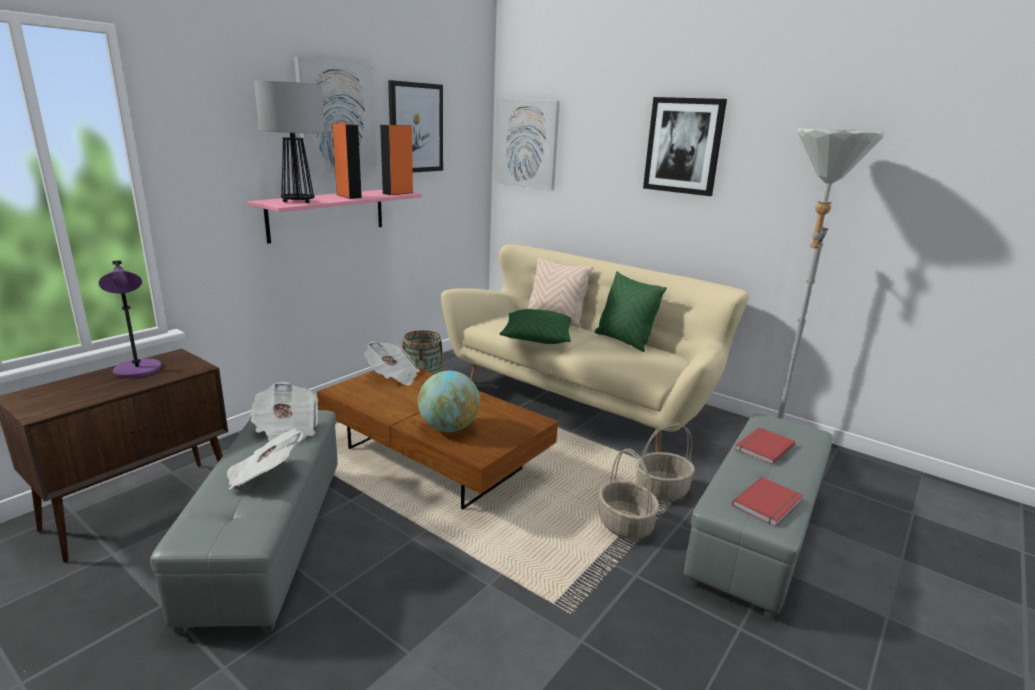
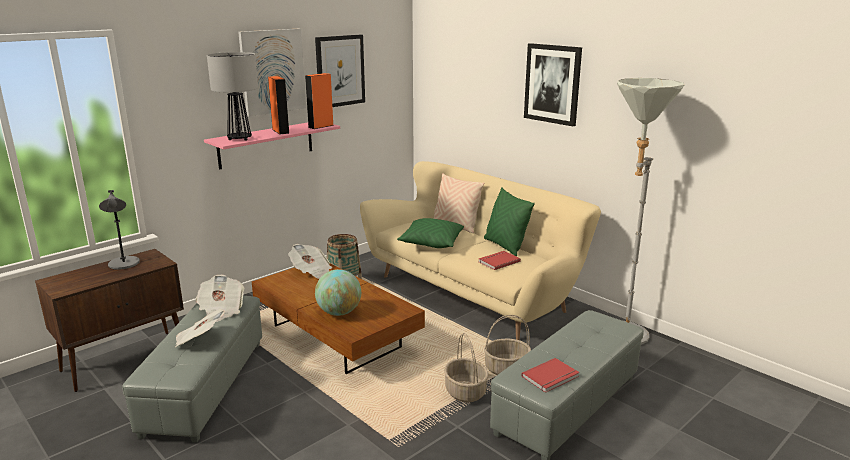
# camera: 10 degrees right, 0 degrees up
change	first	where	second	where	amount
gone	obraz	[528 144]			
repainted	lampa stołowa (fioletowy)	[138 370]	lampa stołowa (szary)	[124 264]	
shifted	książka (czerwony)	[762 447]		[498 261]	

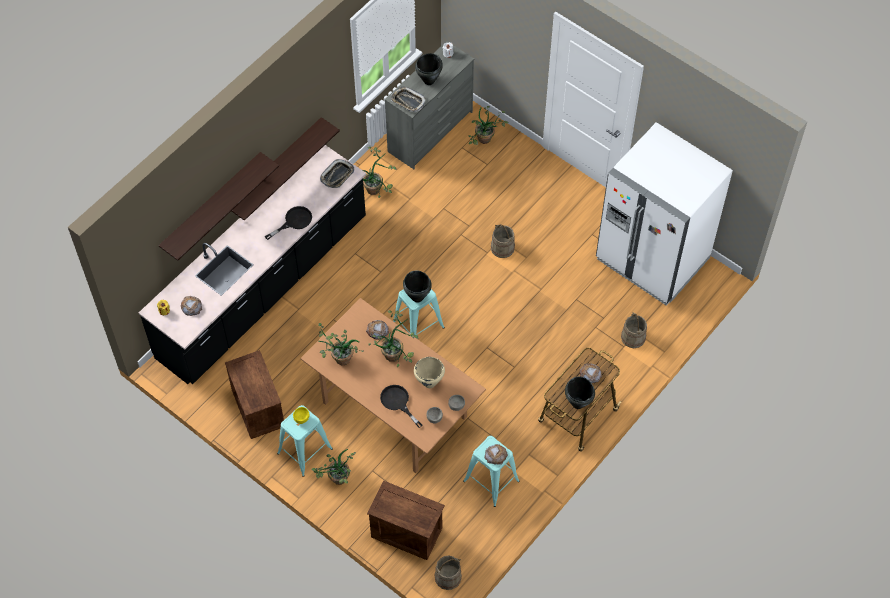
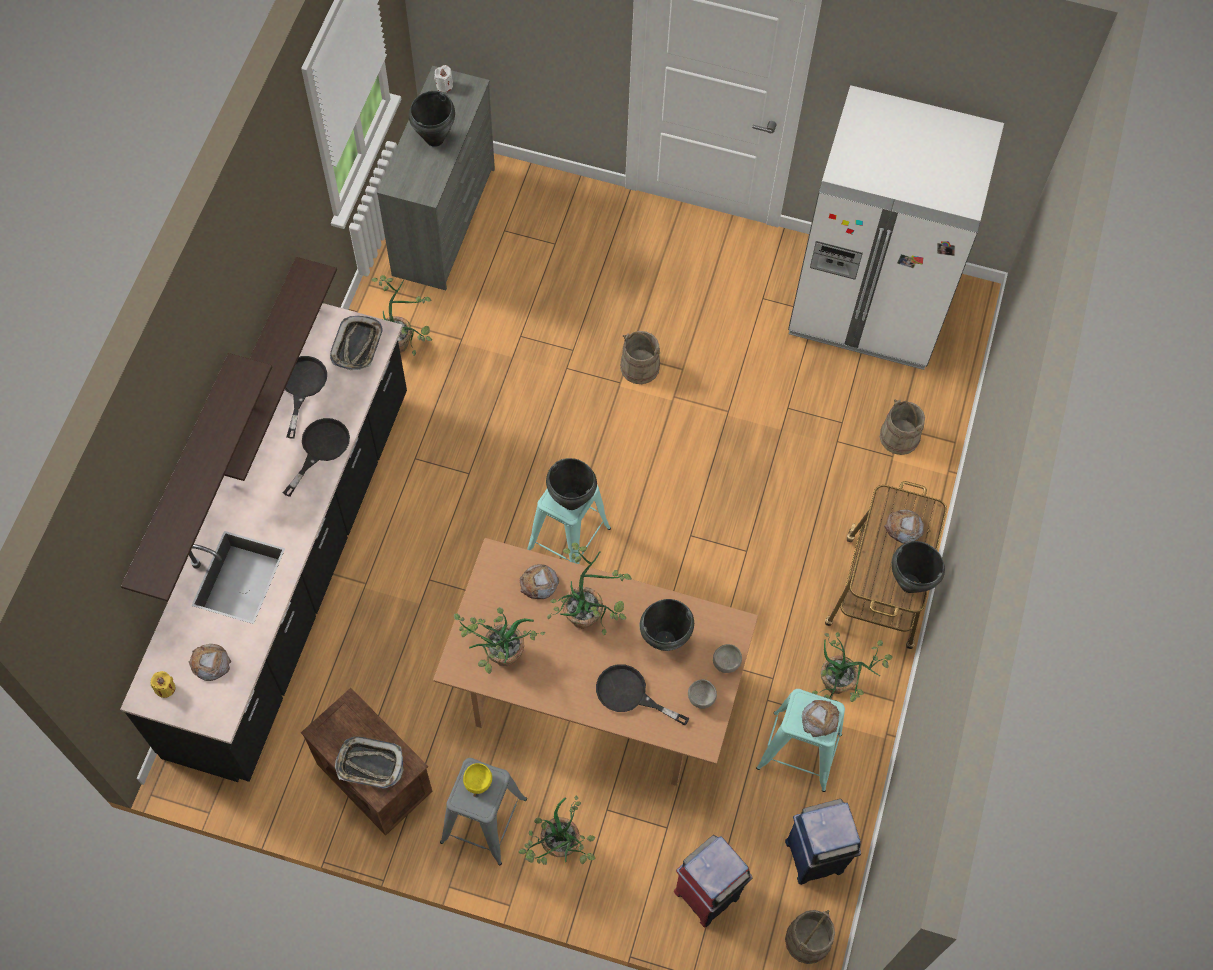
# camera: 25 degrees left, 5 degrees up
change	first	where	second	where	amount
shifted	taca	[408 101]		[370 764]	
shifted	roślina doniczkowa	[484 142]		[839 688]	
repainted	garnek (beżowy)	[429 383]	garnek (czarny)	[665 641]	
repainted	stołek (turkusowy)	[305 451]	stołek (szary)	[483 820]	
swapped	skrzynka	[406 533]	kosz na śmieci (czerwony)	[708 893]	
new			patelnia (czarny)	[302 387]	
new			kosz na śmieci (niebieski)	[815 856]	

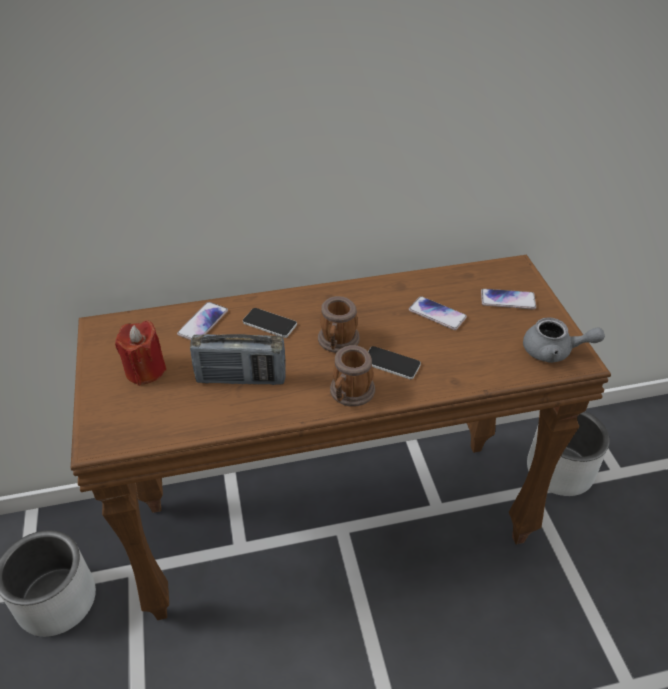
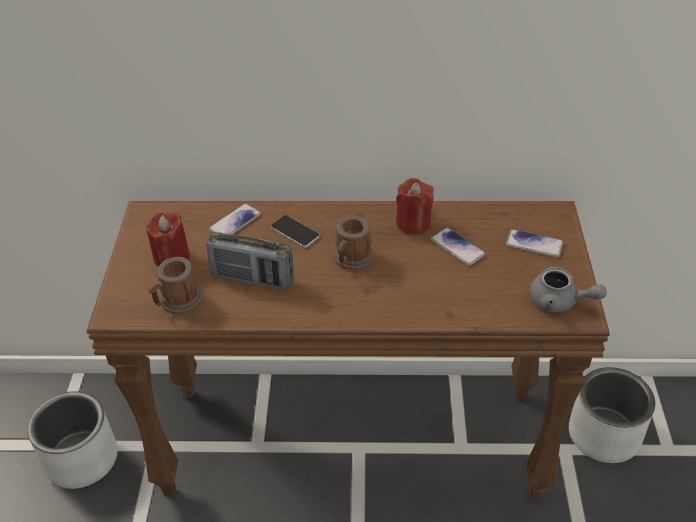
# camera: 15 degrees right, 0 degrees up
change	first	where	second	where	amount
shifted	kubek	[350 394]		[177 302]	
gone	telefon	[391 363]			
new			świeca (czerwony)	[413 223]	

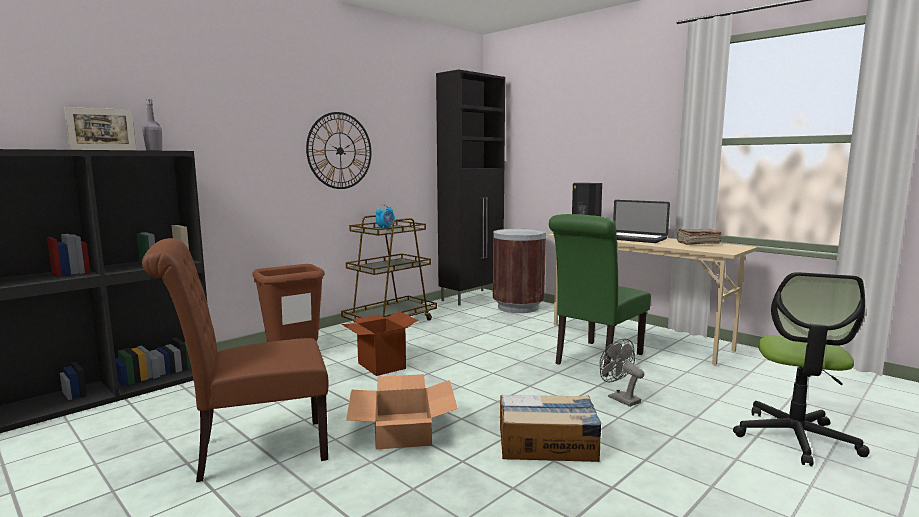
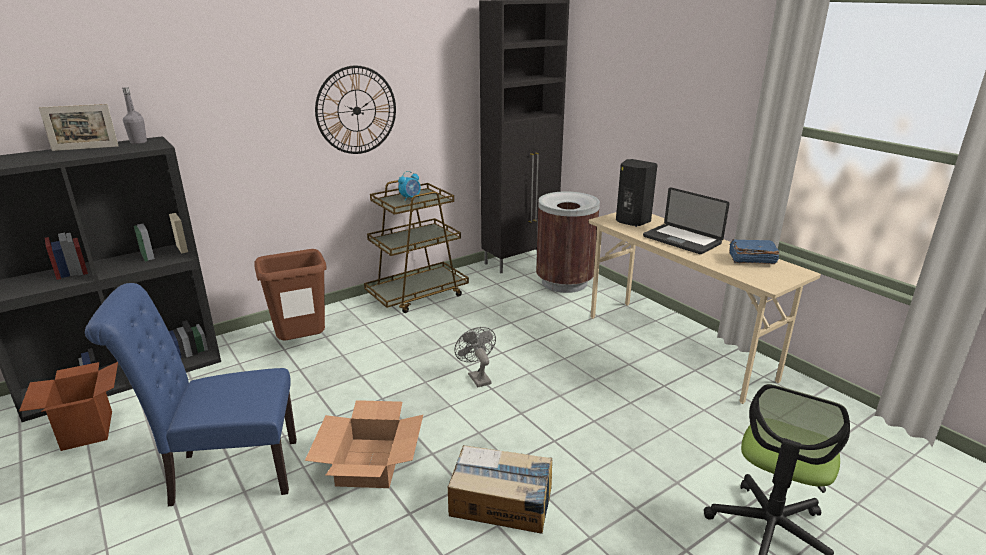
# camera: 10 degrees right, 15 degrees up
change	first	where	second	where	amount
gone	krzesło (zielony)	[595 360]			
repainted	książka (brązowy)	[697 243]	książka (niebieski)	[751 259]	
repainted	krzesło (brązowy)	[253 451]	krzesło (niebieski)	[226 473]	
shifted	karton	[381 365]		[87 430]	
shifted	wentylator (szary)	[619 398]		[477 377]	

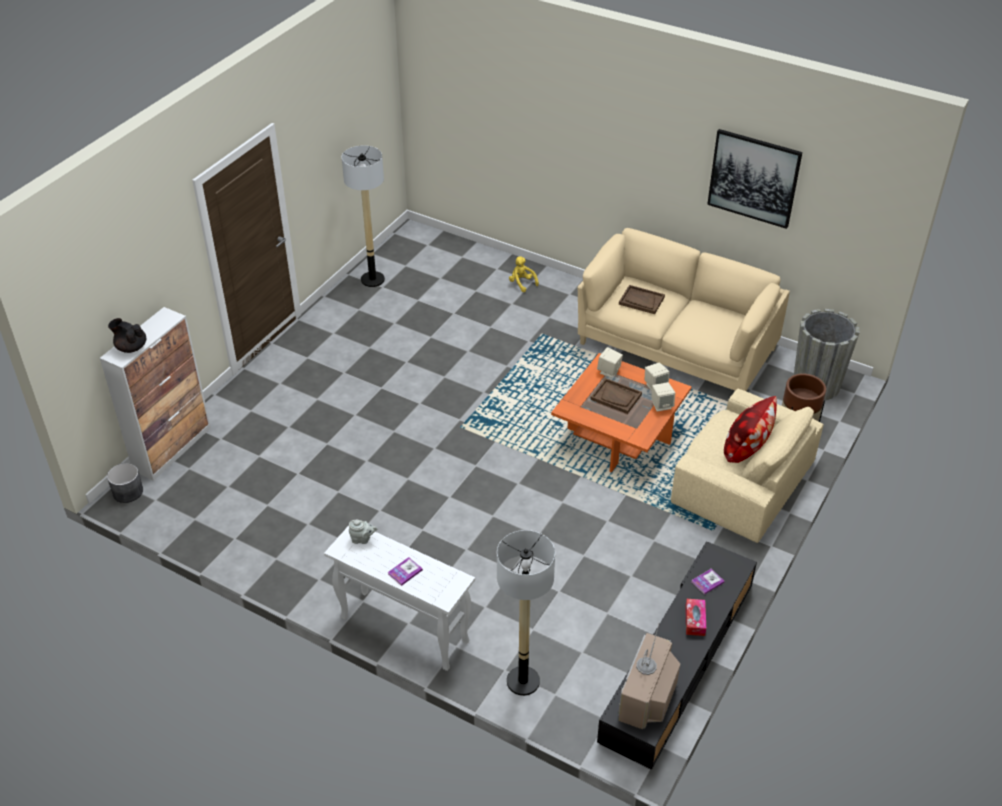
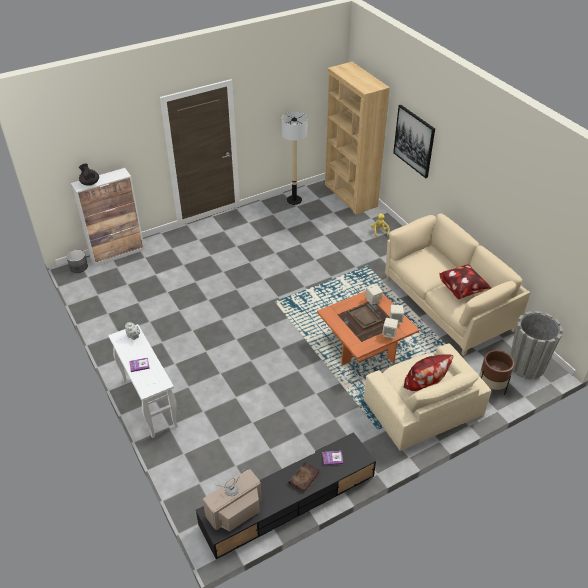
# camera: 30 degrees right, 0 degrees up
change	first	where	second	where	amount
shifted	obraz	[754 178]		[414 141]	
gone	taca (brązowy)	[641 300]			
gone	lampa stojąca	[523 681]			
swapped	pudełko chusteczek	[695 620]	książka	[304 479]	
new			regał (brązowy)	[350 195]	
new			poduszka	[462 289]	

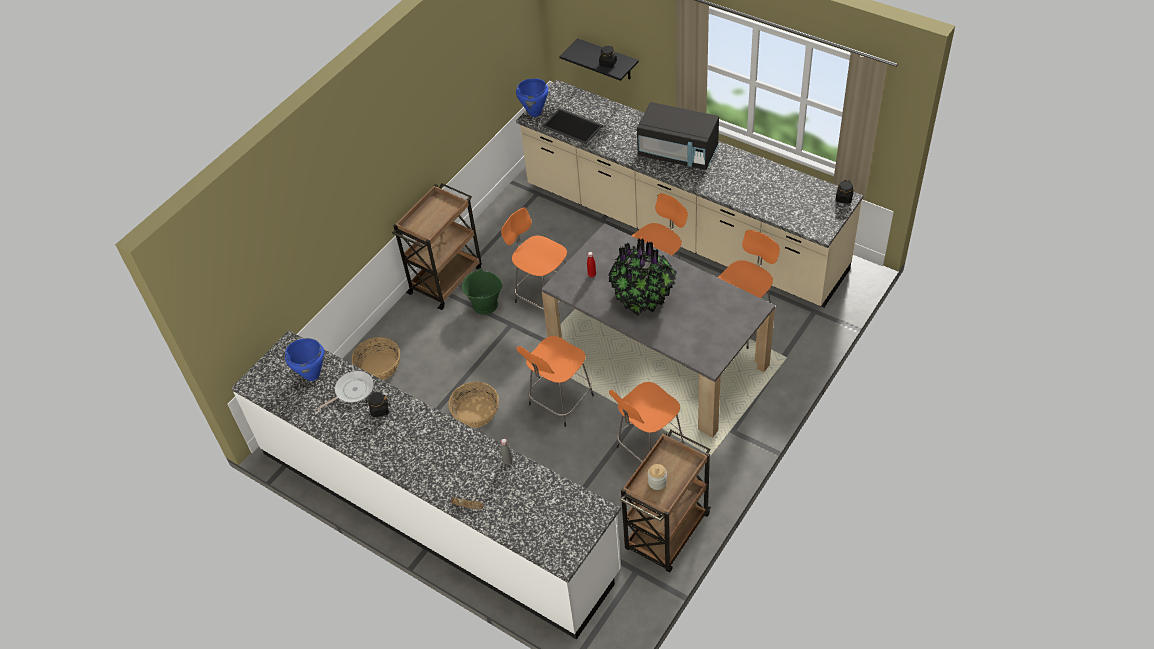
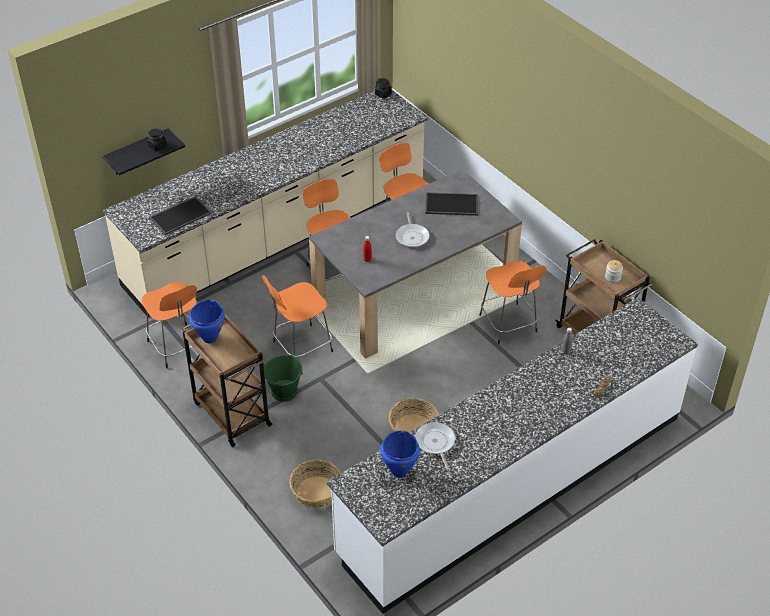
# camera: 75 degrees left, 5 degrees down
change	first	where	second	where	amount
shifted	garnek (niebieski)	[535 113]		[210 338]	
gone	mikrofalówka (czarny)	[678 153]			
swapped	roślina doniczkowa	[642 297]	patelnia	[412 236]	
shifted	stołek (pomarańczowy)	[559 402]		[177 347]	
gone	słoik (czarny)	[379 410]			
new			taca	[451 205]	

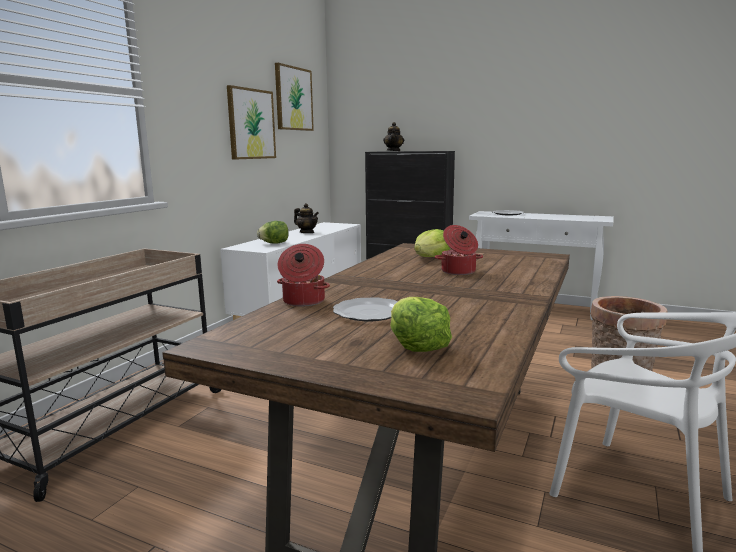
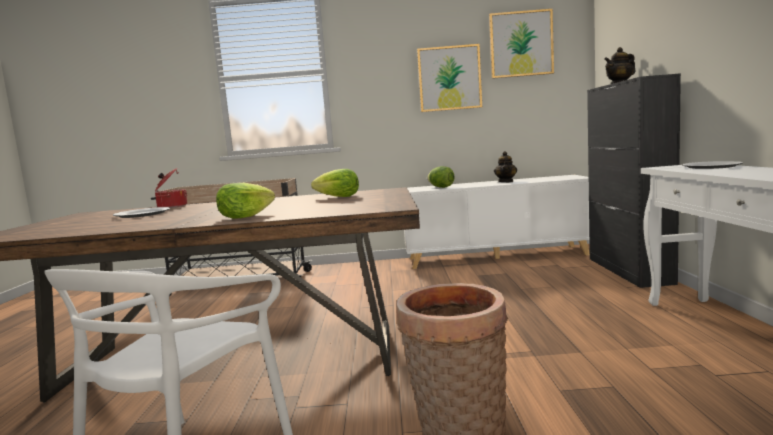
# camera: 65 degrees right, 5 degrees down
change	first	where	second	where	amount
gone	garnek	[458 272]			
shifted	sałata	[416 345]		[245 216]	

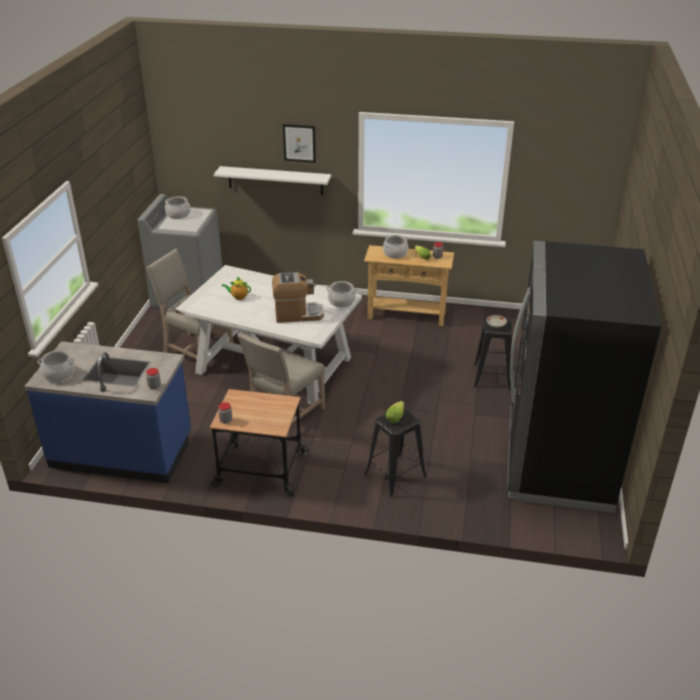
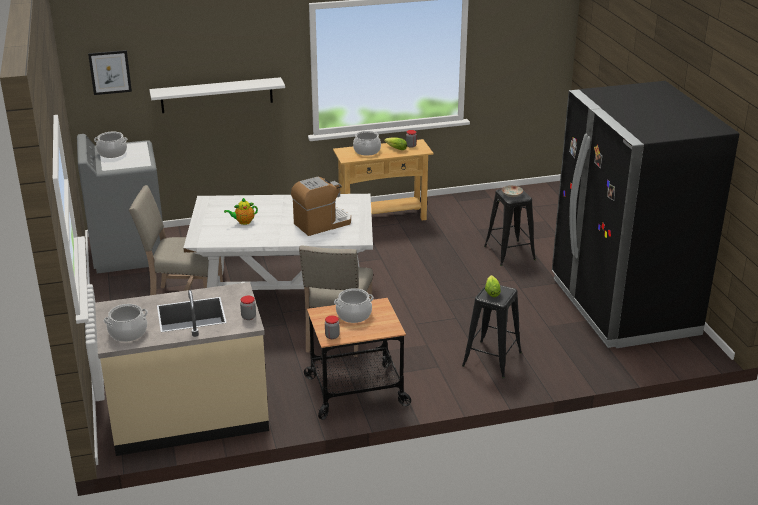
# camera: 25 degrees left, 5 degrees down
change	first	where	second	where	amount
shifted	obraz	[299 143]		[110 72]	
shifted	garnek	[341 302]		[354 315]	
repainted	zabudowa kuchenna (niebieski)	[122 450]	zabudowa kuchenna (beżowy)	[189 416]	

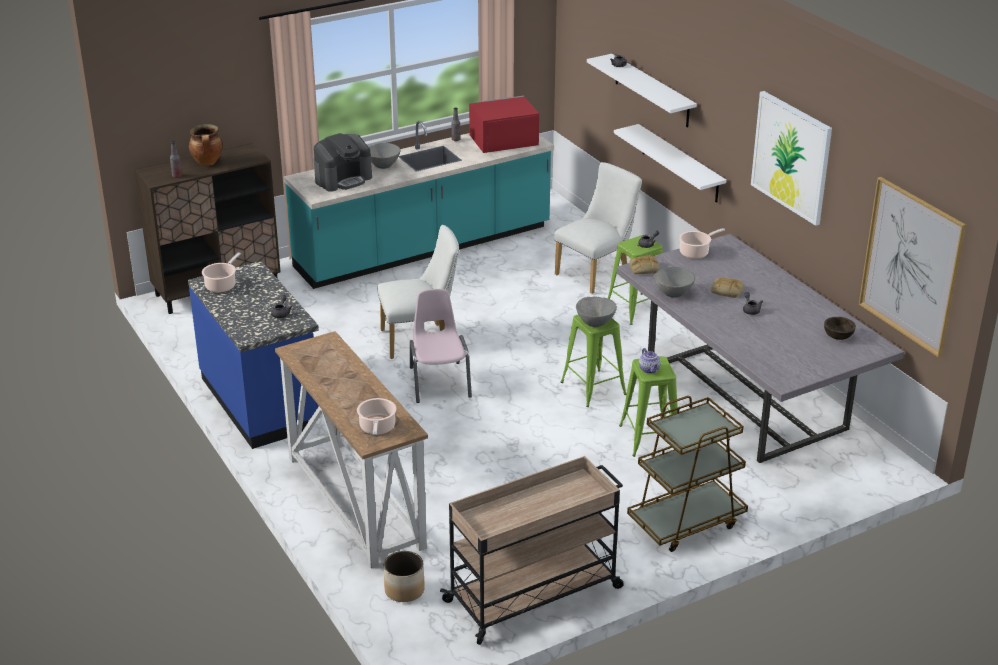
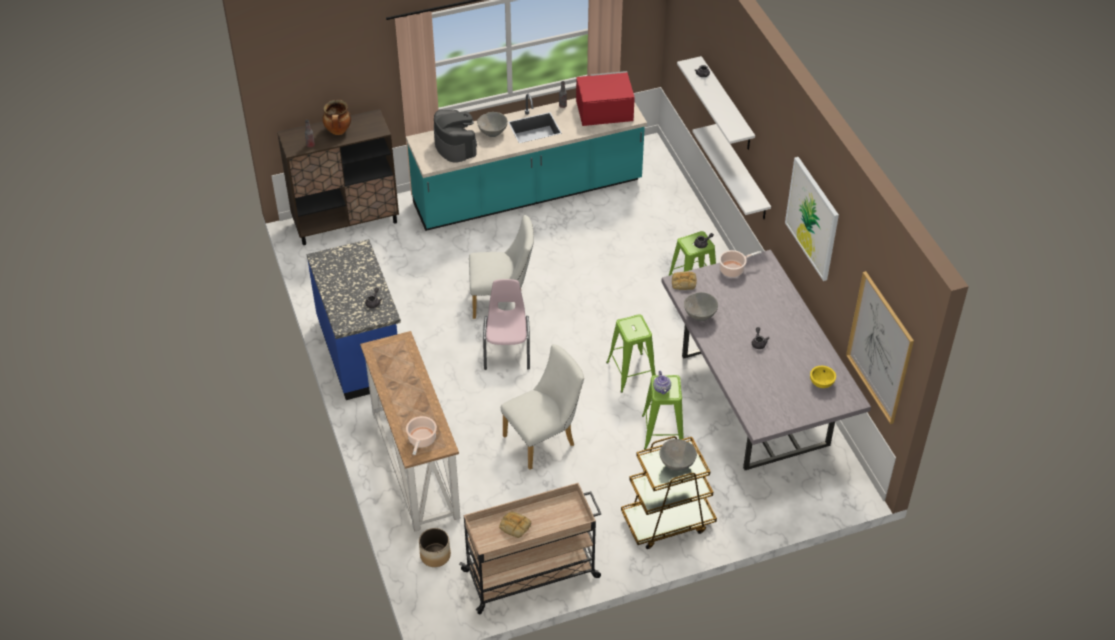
# camera: 10 degrees right, 15 degrees up
change	first	where	second	where	amount
rotated	ekspres do kawy	[343 179]		[455 146]	90 degrees counterclockwise
shifted	krzesło (biały)	[597 273]		[544 439]	
gone	garnek	[222 285]			
shifted	chleb	[726 290]		[514 526]	
shifted	miska (szary)	[595 323]		[677 464]	
repainted	miska (brązowy)	[838 336]	miska (żółty)	[821 382]	

